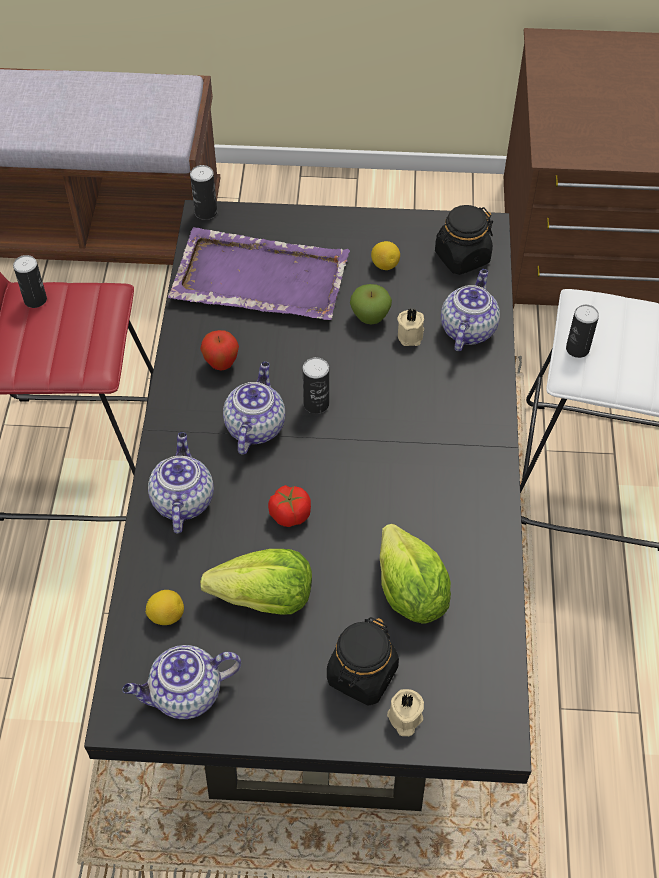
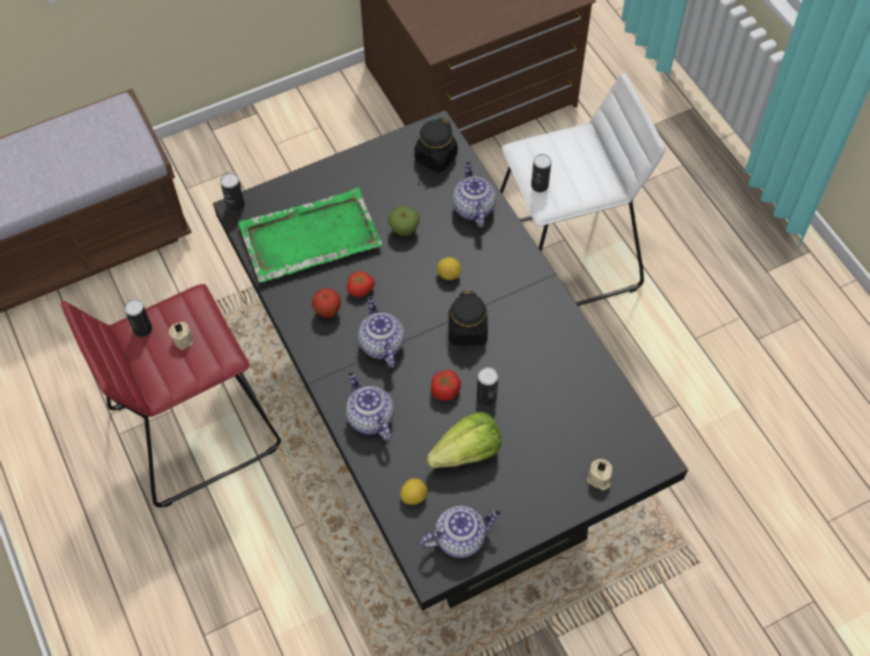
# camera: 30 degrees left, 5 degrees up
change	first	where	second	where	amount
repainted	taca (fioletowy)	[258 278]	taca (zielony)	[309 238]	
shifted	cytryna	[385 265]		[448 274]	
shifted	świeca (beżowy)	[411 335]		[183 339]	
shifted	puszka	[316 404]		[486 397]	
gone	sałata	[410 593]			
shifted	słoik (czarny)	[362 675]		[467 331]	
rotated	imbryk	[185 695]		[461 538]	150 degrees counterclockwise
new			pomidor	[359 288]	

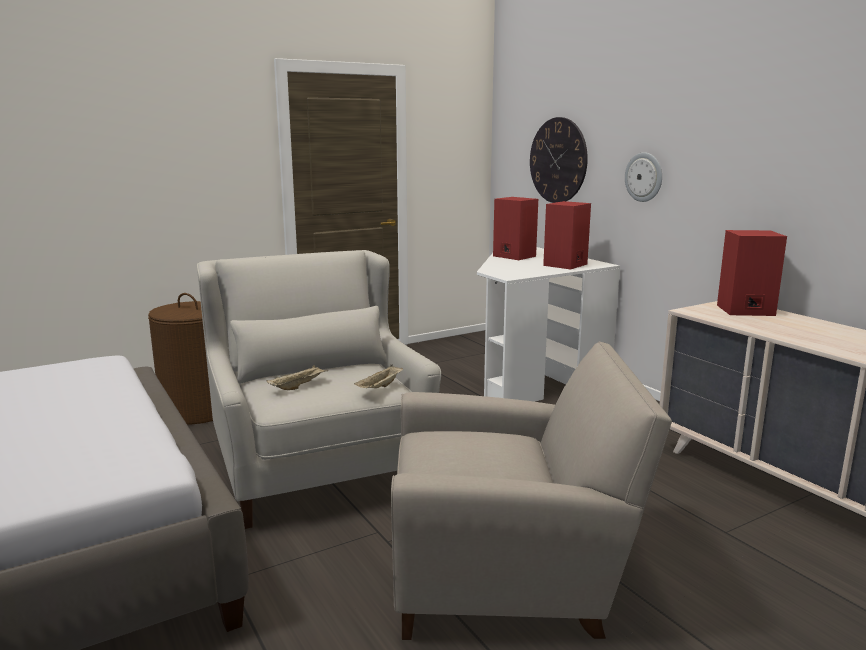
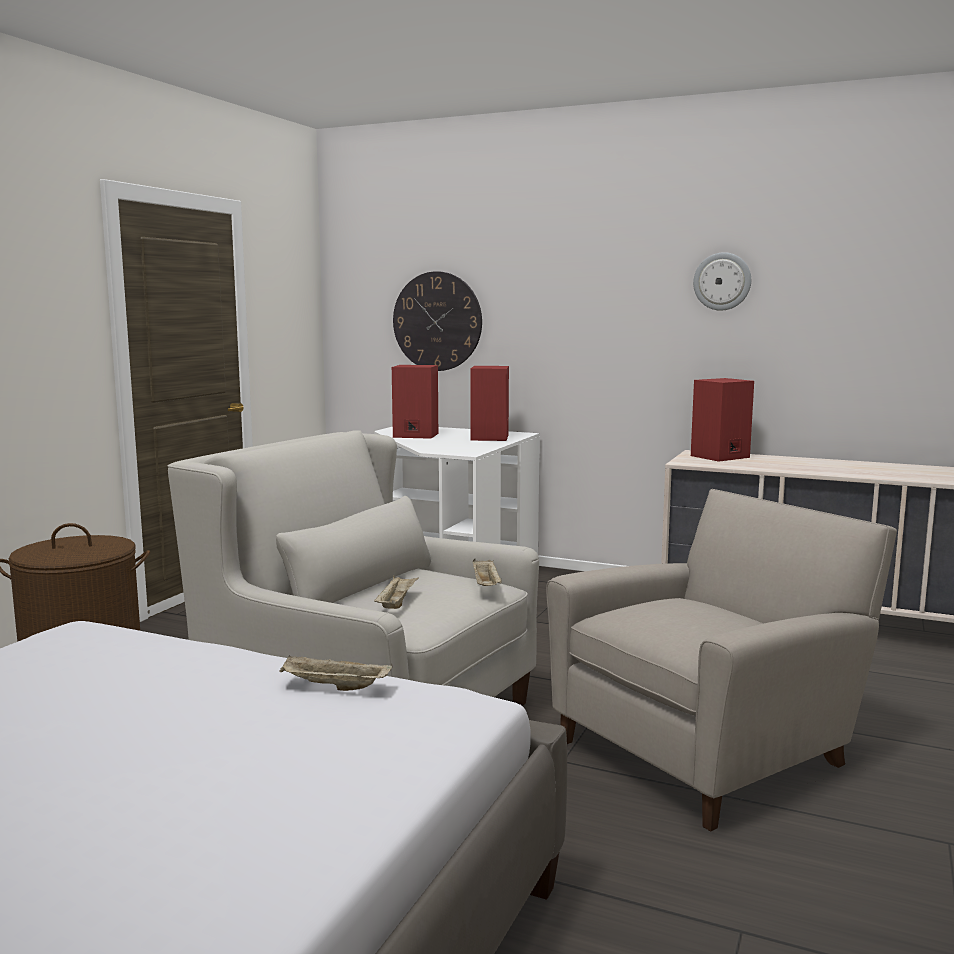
# camera: 35 degrees left, 5 degrees down
change	first	where	second	where	amount
shifted	zegar ścienny	[644 177]		[722 281]	
new			taca (beżowy)	[333 687]	

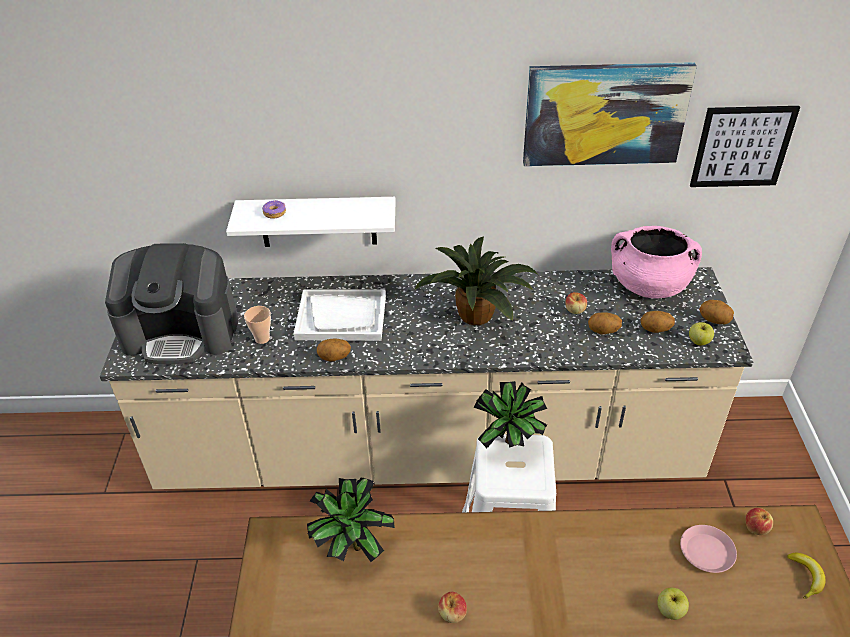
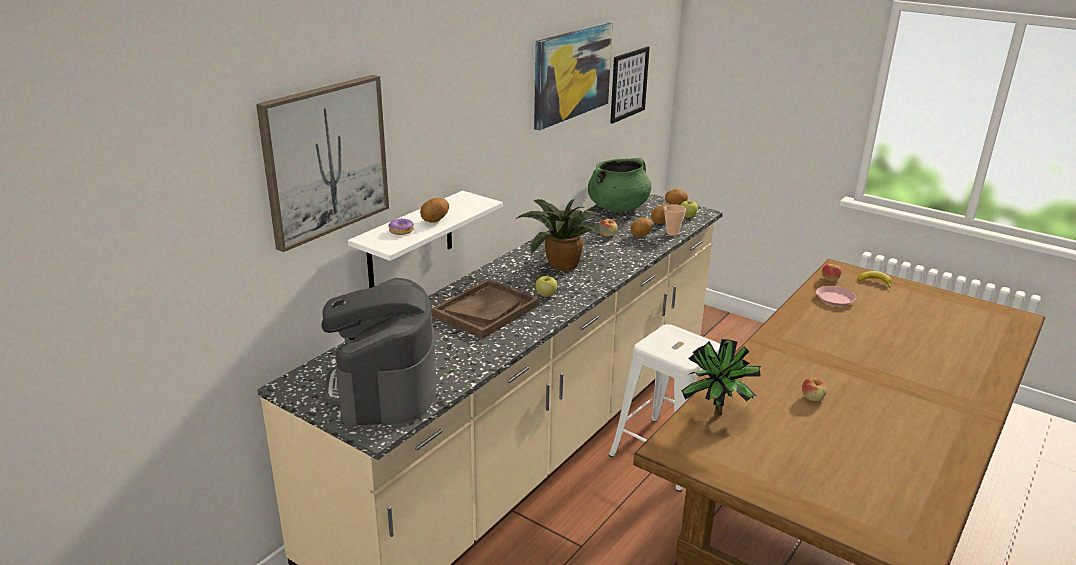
# camera: 55 degrees left, 15 degrees down
change	first	where	second	where	amount
repainted	garnek (różowy)	[648 286]	garnek (zielony)	[618 208]	
rotated	ekspres do kawy	[182 331]		[384 387]	135 degrees clockwise
repainted	taca (biały)	[341 317]	taca (brązowy)	[485 310]	
shifted	filiżanka	[262 338]		[672 233]	
shifted	ziemniak	[334 358]		[435 220]	
gone	roślina doniczkowa	[509 445]			
shifted	jabłko	[670 610]		[546 295]	
new			obraz	[325 160]	

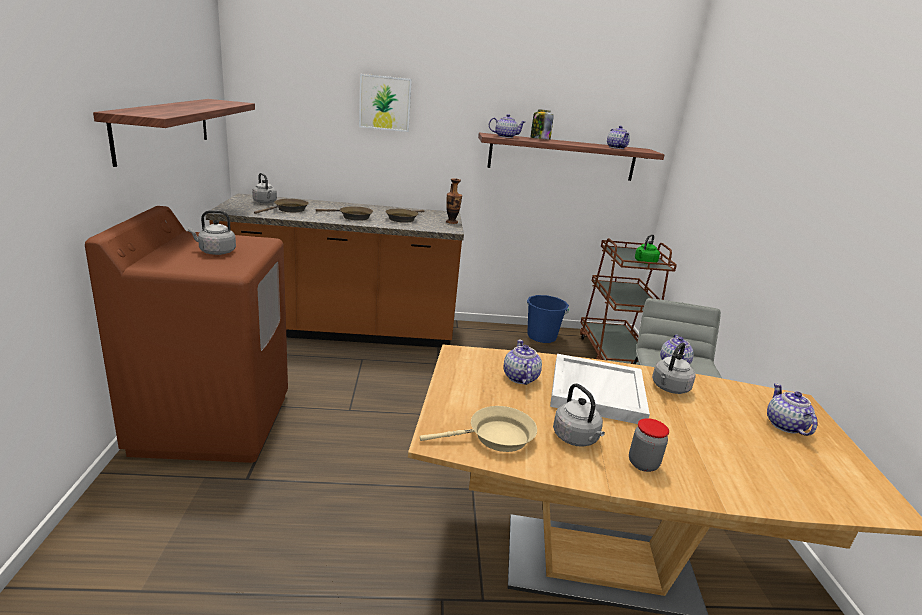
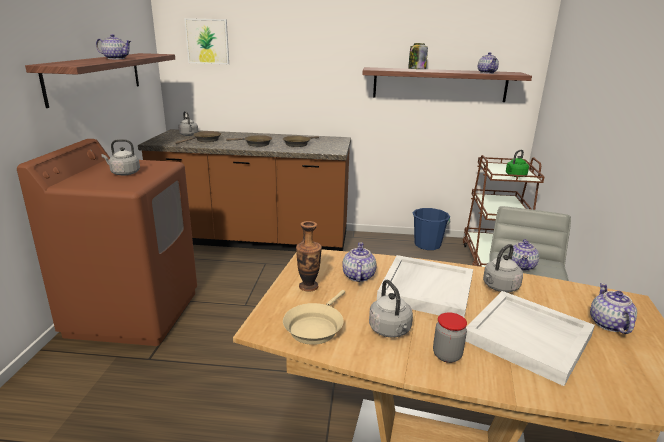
# camera: 10 degrees right, 0 degrees up
change	first	where	second	where	amount
shifted	obraz	[385 103]		[207 41]	
shifted	imbryk	[505 137]		[115 58]	
shifted	wazon	[451 222]		[308 286]	
rotated	patelnia (beżowy)	[495 437]		[315 327]	120 degrees clockwise
new			taca (biały)	[529 337]	

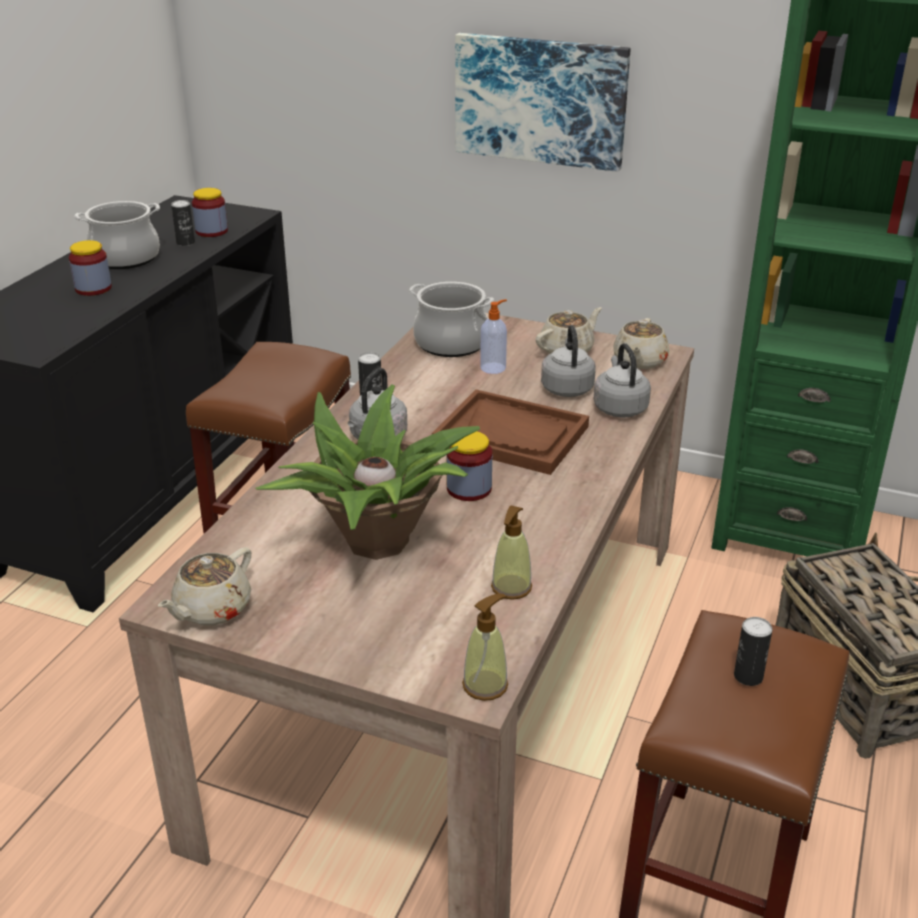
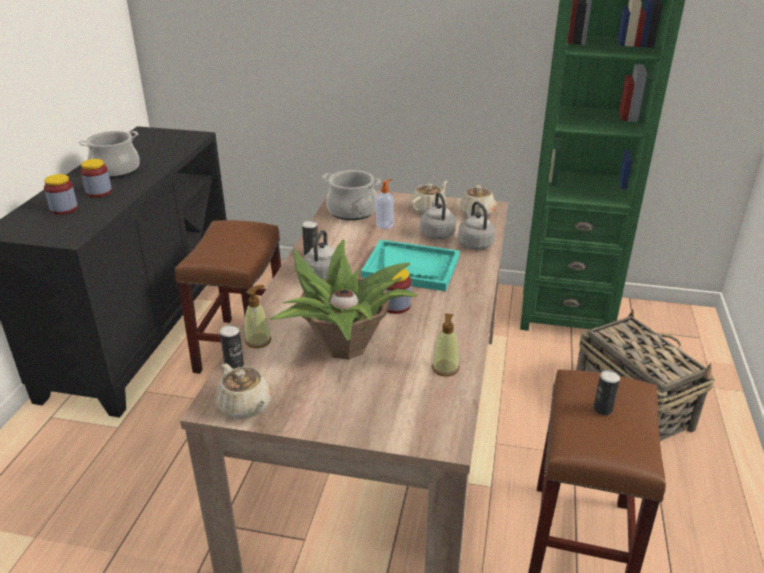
# camera: 10 degrees left, 0 degrees up
change	first	where	second	where	amount
gone	obraz	[540 100]			
shifted	słoik	[211 231]		[64 209]	
shifted	puszka	[185 243]		[234 365]	
repainted	taca (brązowy)	[511 435]	taca (turkusowy)	[411 267]	
rotated	imbryk (beżowy)	[211 609]		[245 406]	60 degrees counterclockwise
shifted	dozownik mydła	[485 685]		[258 341]	

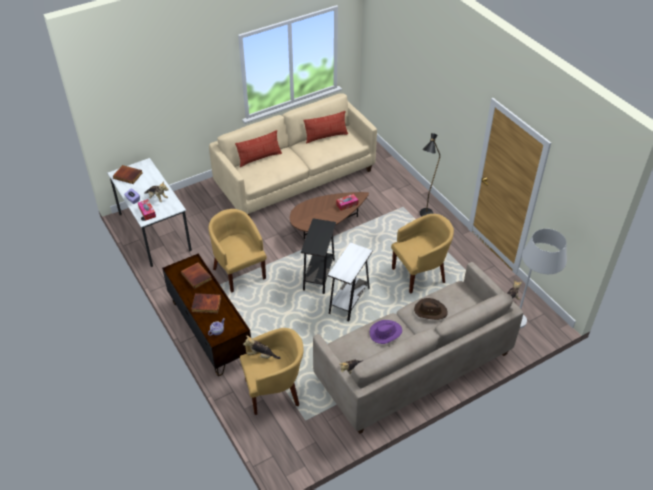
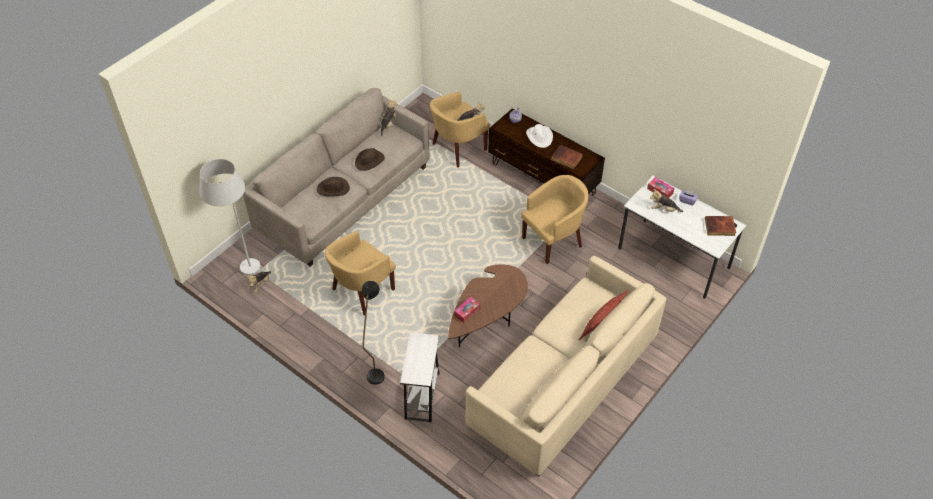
# camera: 160 degrees right, 5 degrees up
change	first	where	second	where	amount
gone	poduszka	[326 136]			
rotated	fotel (żółty)	[239 271]		[553 240]	75 degrees counterclockwise
gone	stolik (czarny)	[319 275]			
shifted	stolik (biały)	[349 301]		[422 395]	
swapped	książka	[206 305]	kapelusz (biały)	[539 137]	
repainted	kapelusz (fioletowy)	[385 333]	kapelusz (brązowy)	[369 161]	

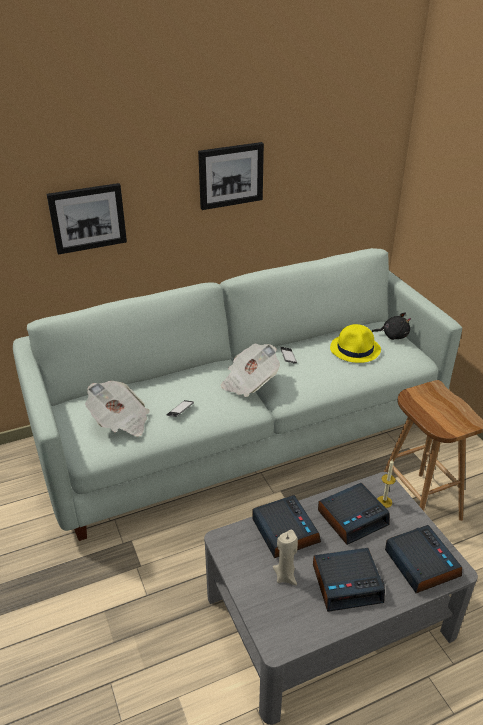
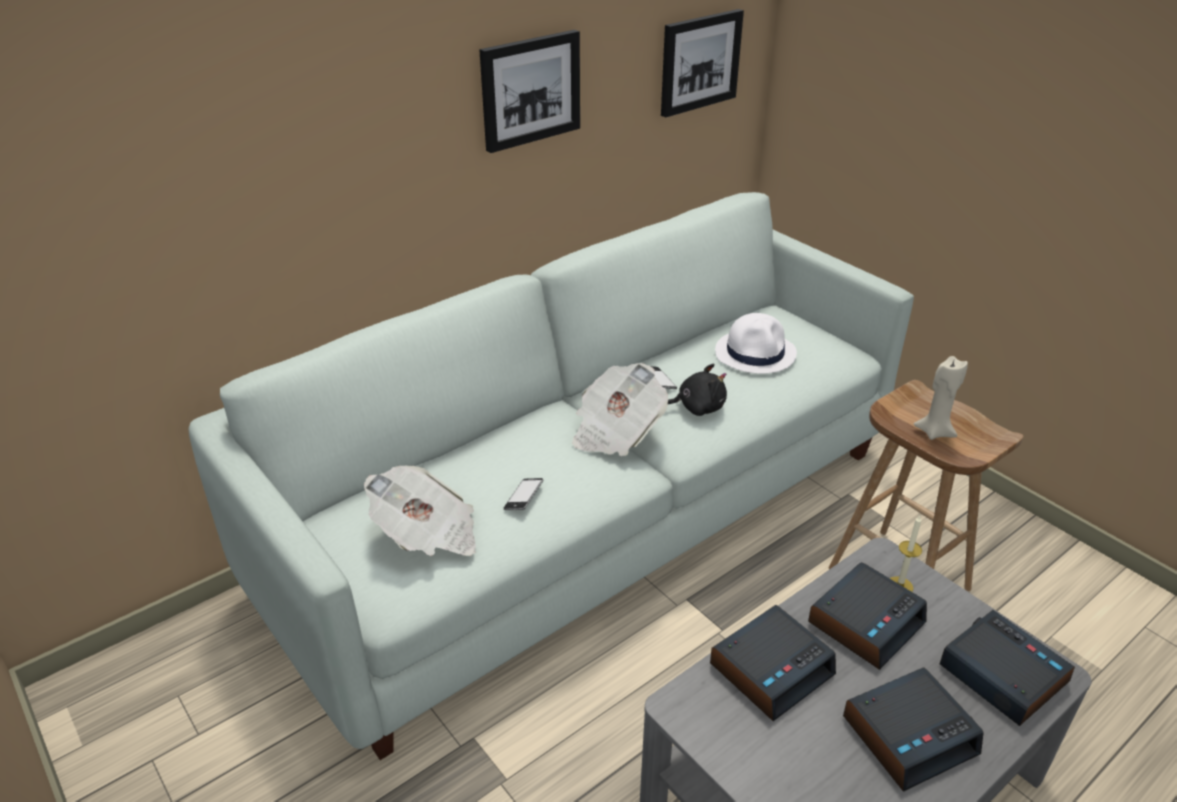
# camera: 15 degrees left, 0 degrees up
change	first	where	second	where	amount
shifted	obraz	[87 218]		[699 62]	
shifted	pluszak (czarny)	[393 335]		[697 407]	
repainted	kapelusz (żółty)	[355 349]	kapelusz (biały)	[756 353]	
rotated	budzik	[284 531]		[771 668]	90 degrees clockwise
shifted	świeca (beżowy)	[285 576]		[934 432]	

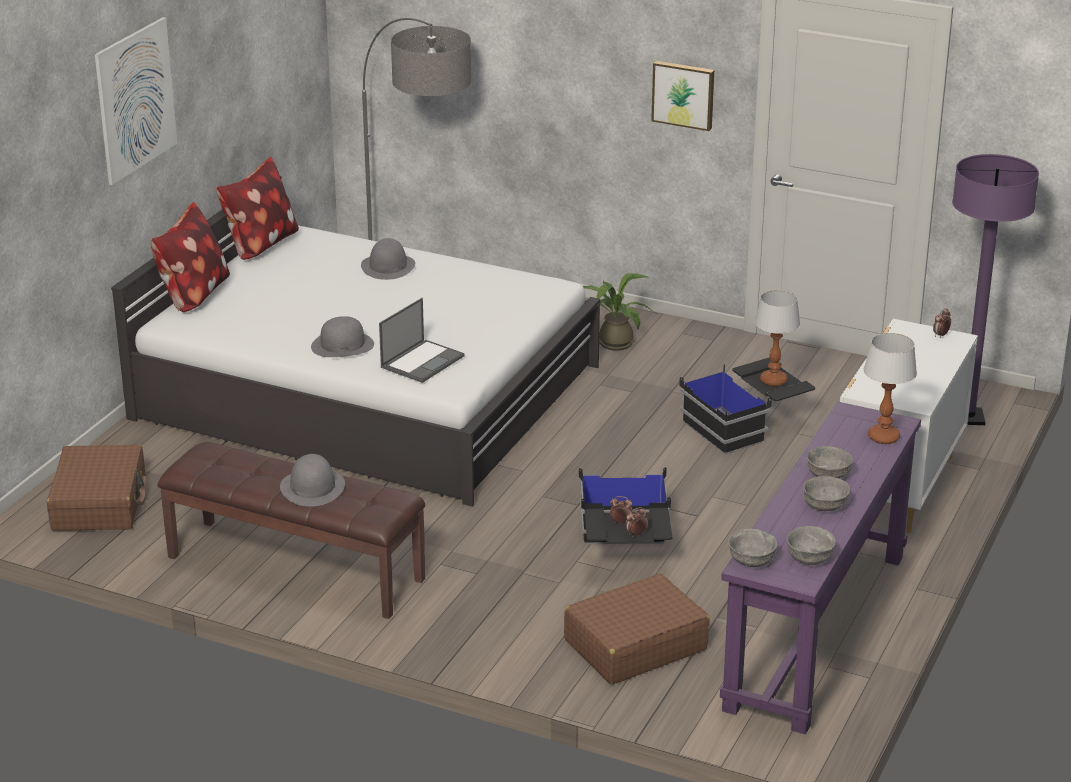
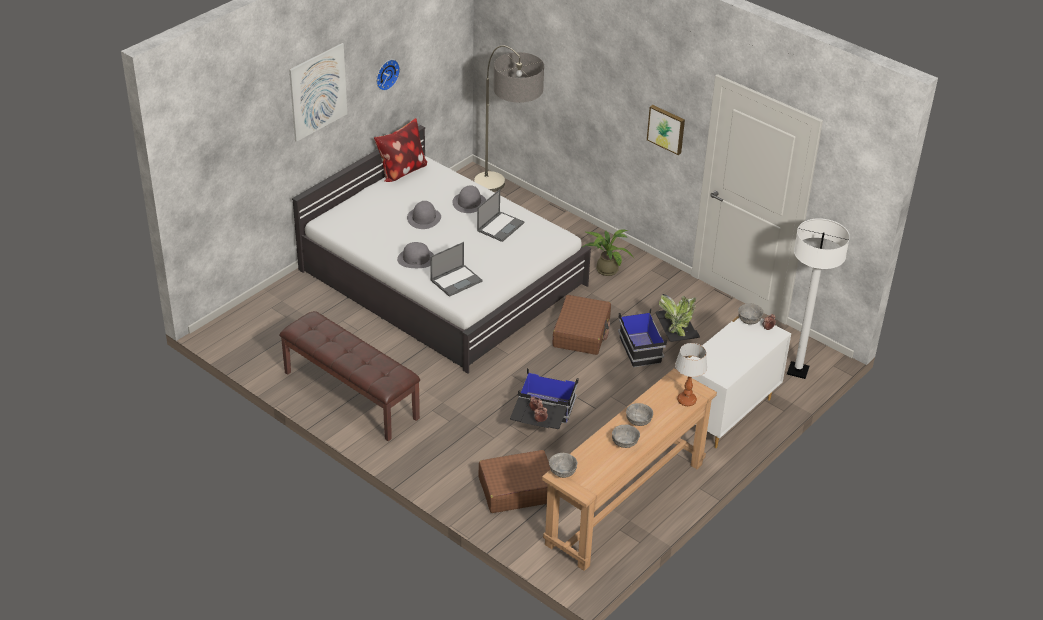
# camera: 15 degrees right, 10 degrees up
change	first	where	second	where	amount
repainted	lampa stojąca (fioletowy)	[968 418]	lampa stojąca (biały)	[798 371]	
gone	poduszka	[193 295]			
swapped	lampa stołowa	[773 380]	roślina doniczkowa	[677 325]	
repainted	stolik konsolowy (fioletowy)	[816 630]	stolik konsolowy (brązowy)	[625 503]	
shifted	walizka (brązowy)	[99 503]		[581 333]	
shifted	kapelusz (szary)	[312 487]		[424 218]	
shifted	miska (szary)	[810 558]		[749 320]	
new			zegar ścienny	[386 74]	
new			laptop	[500 226]	

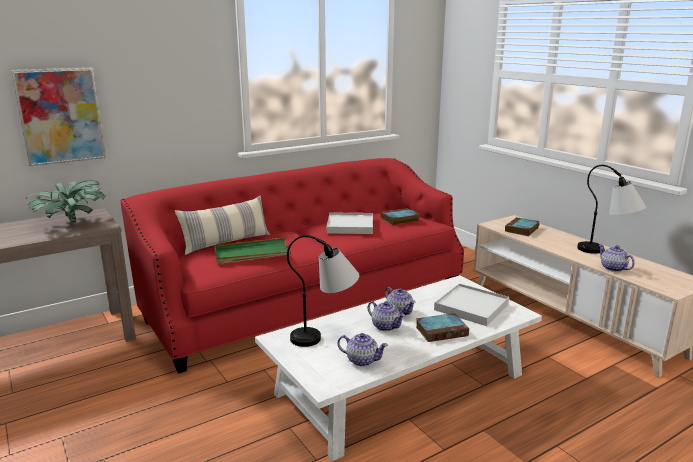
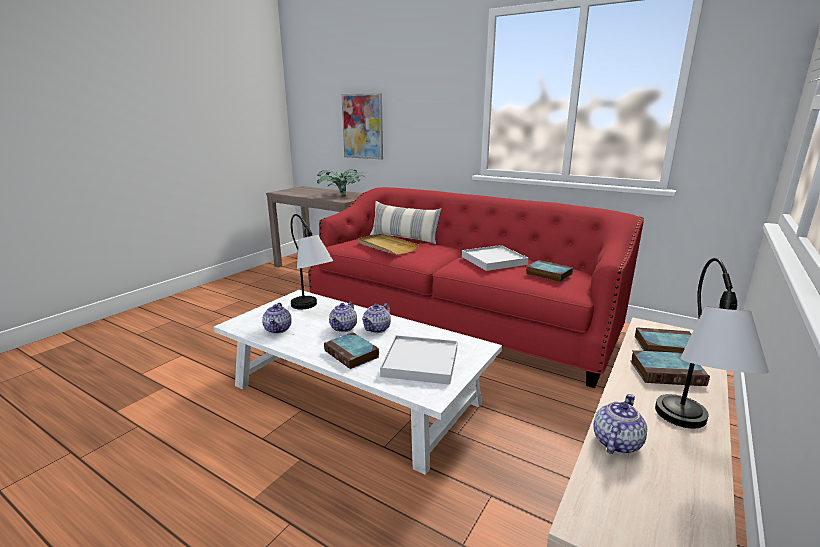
# camera: 65 degrees right, 0 degrees up
change	first	where	second	where	amount
repainted	taca (zielony)	[252 254]	taca (beżowy)	[386 246]	
new			książka	[667 372]	

